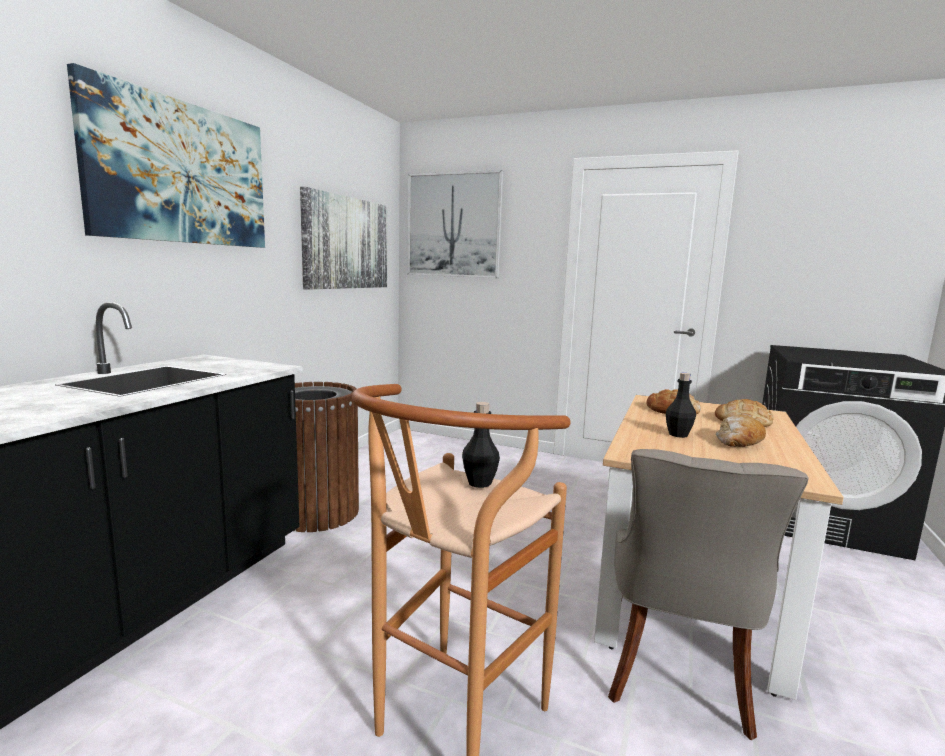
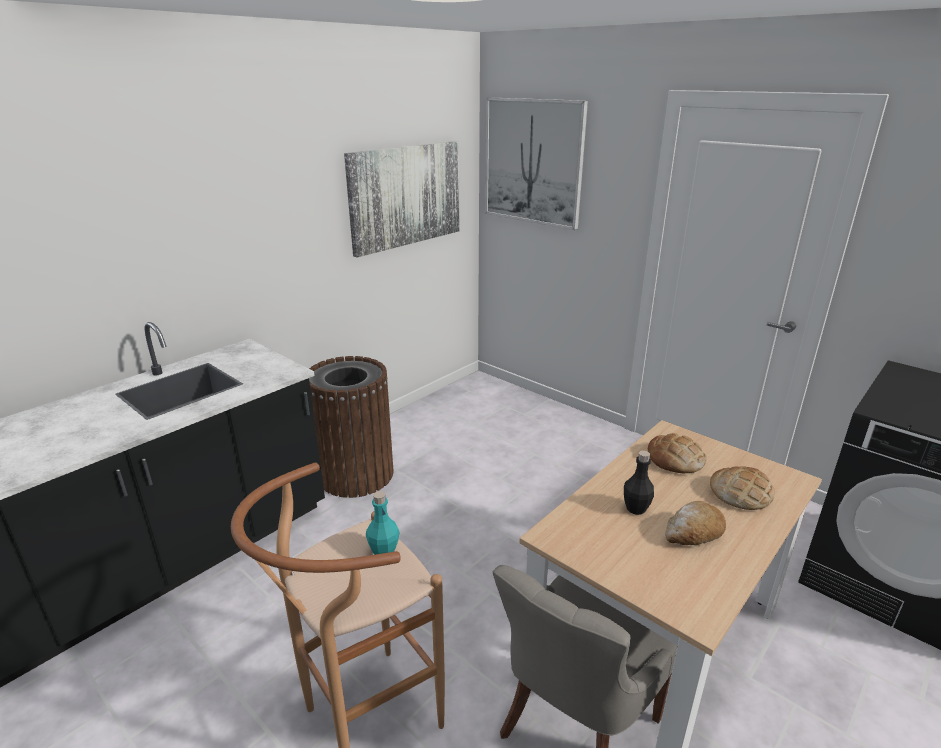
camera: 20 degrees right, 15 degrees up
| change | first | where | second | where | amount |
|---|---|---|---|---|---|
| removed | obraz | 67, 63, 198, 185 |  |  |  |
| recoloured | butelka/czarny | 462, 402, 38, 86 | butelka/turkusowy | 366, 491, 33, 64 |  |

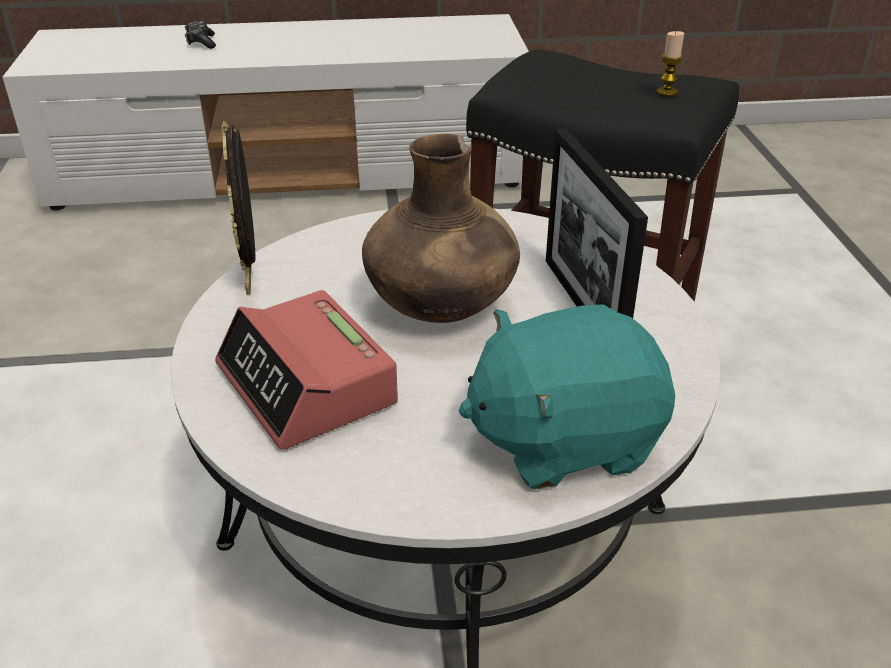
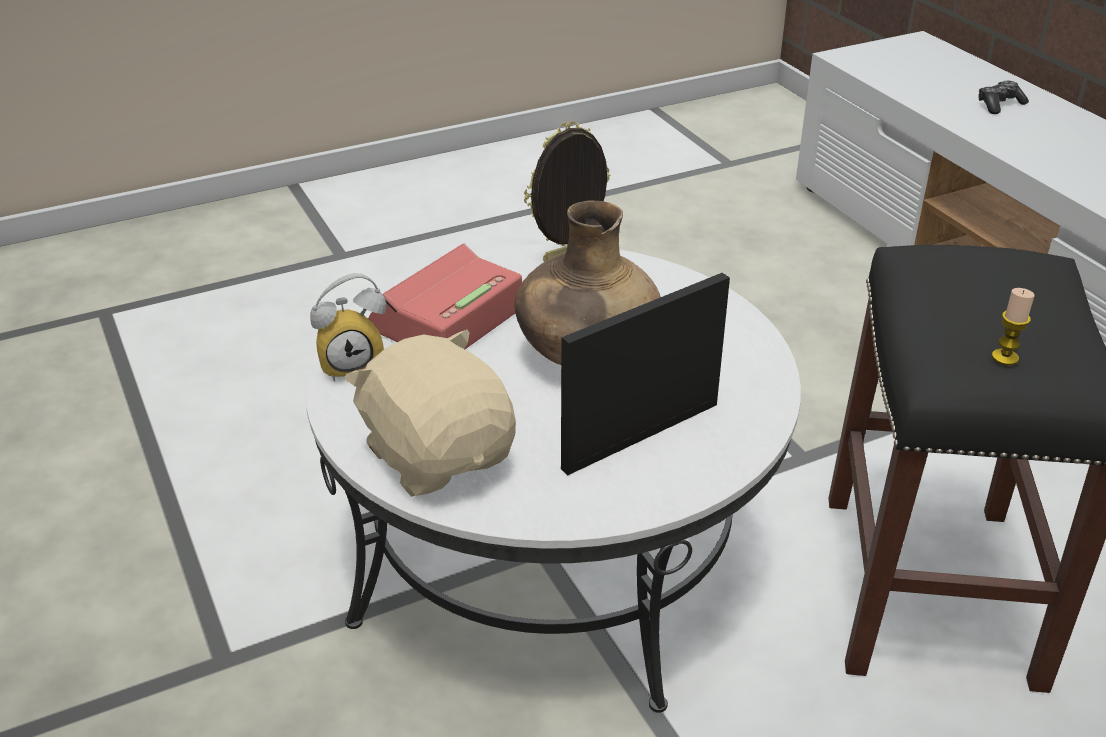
camera: 70 degrees right, 0 degrees up
| change | first | where | second | where | amount |
|---|---|---|---|---|---|
| recoloured | pluszak/turkusowy | 458, 304, 217, 186 | pluszak/beżowy | 344, 329, 172, 168 |  |
| added |  |  | budzik | 310, 273, 76, 108 |  |

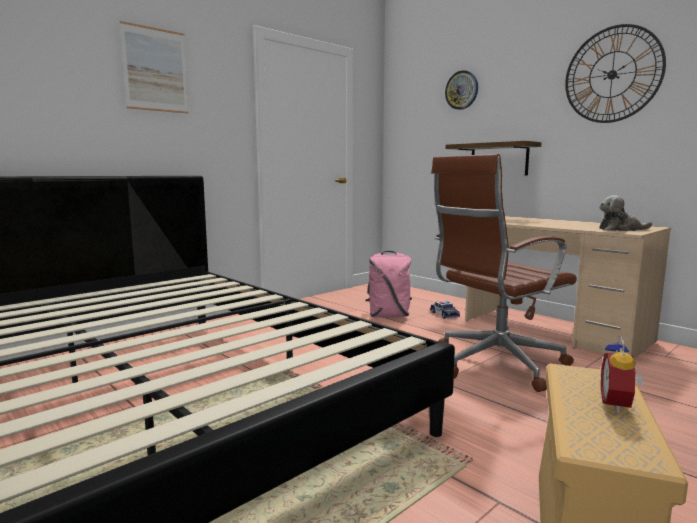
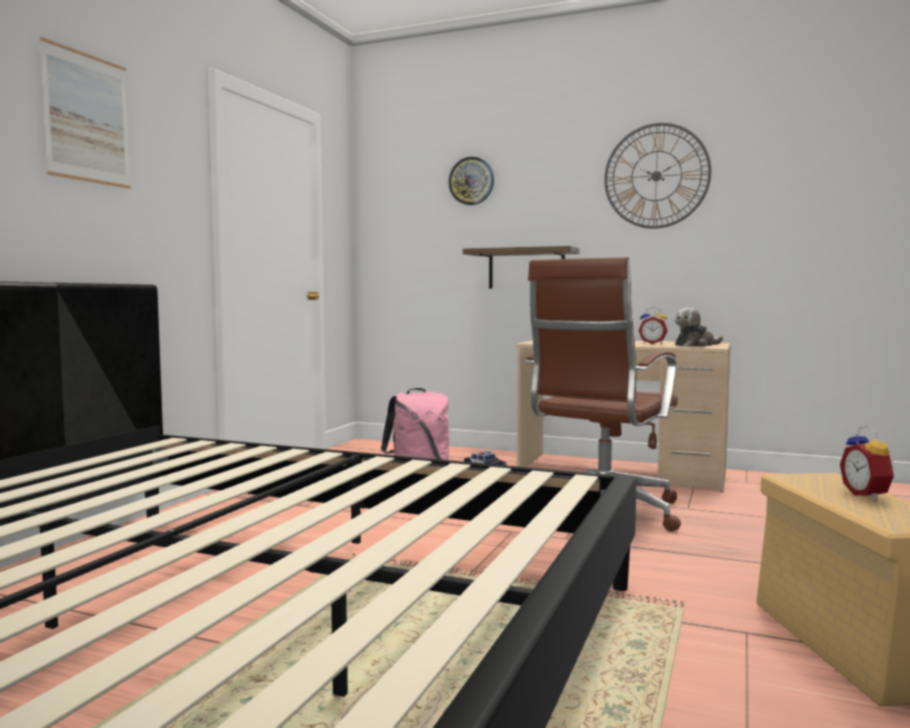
camera: 25 degrees left, 5 degrees down
| change | first | where | second | where | amount |
|---|---|---|---|---|---|
| added |  |  | budzik | 638, 307, 30, 37 |  |

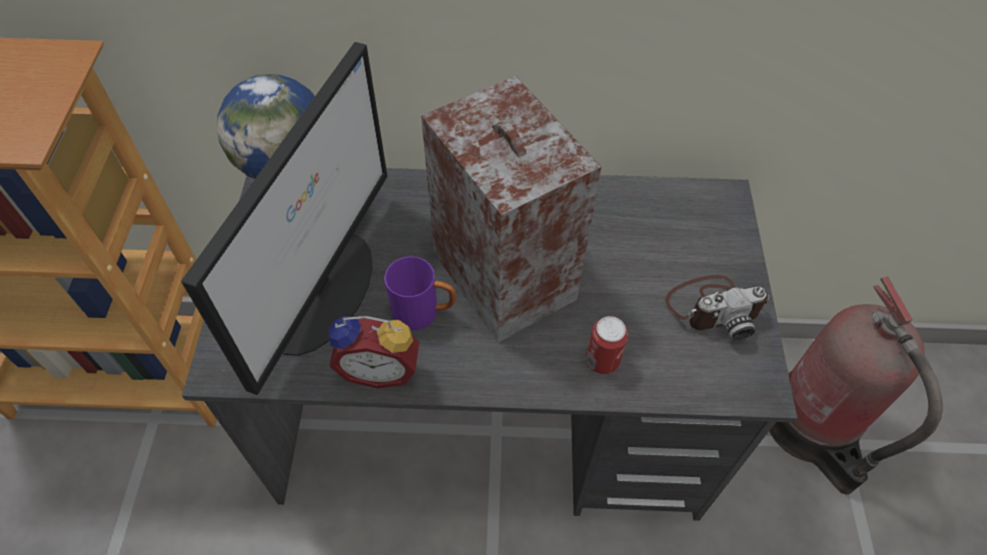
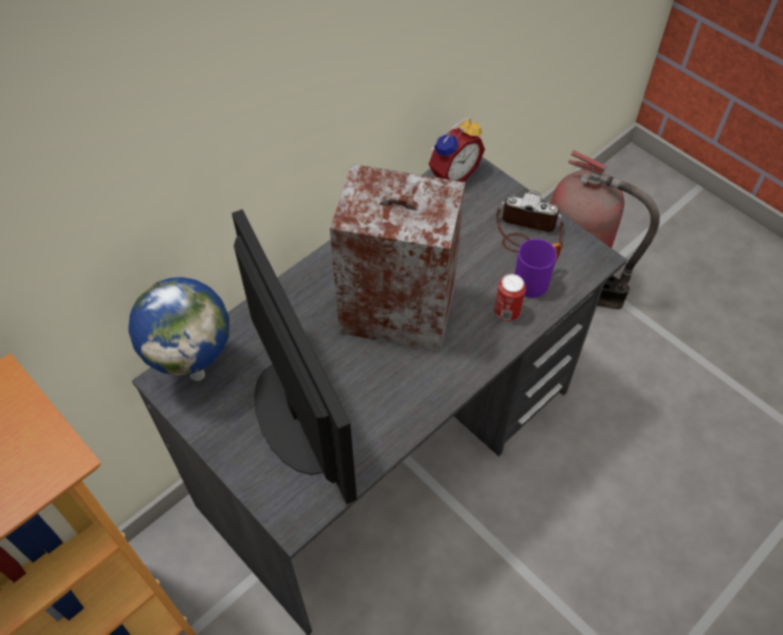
camera: 45 degrees left, 0 degrees up
| change | first | where | second | where | amount |
|---|---|---|---|---|---|
| moved | kubek/fioletowy | 385, 256, 71, 74 |  | 515, 239, 46, 59 |  |
| turned | aparat fotograficzny | 665, 275, 104, 66 |  | 496, 190, 68, 63 | 105 degrees counterclockwise |
| moved | budzik | 328, 316, 91, 72 |  | 428, 117, 57, 65 |  |

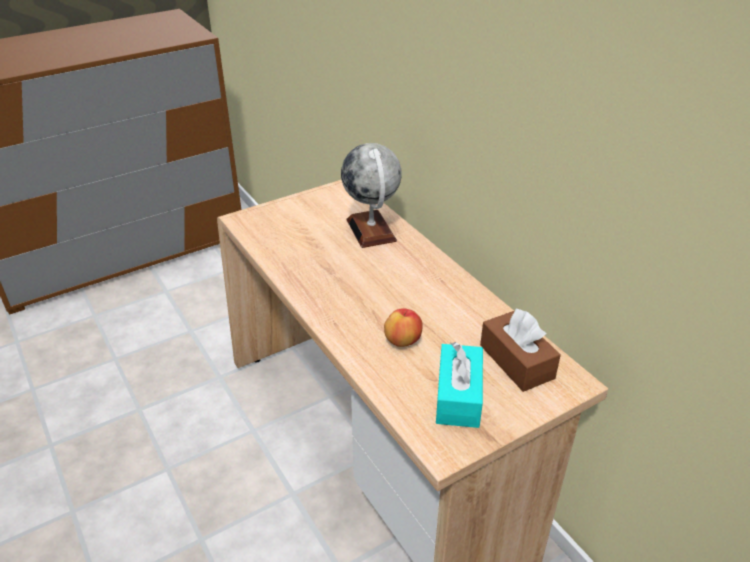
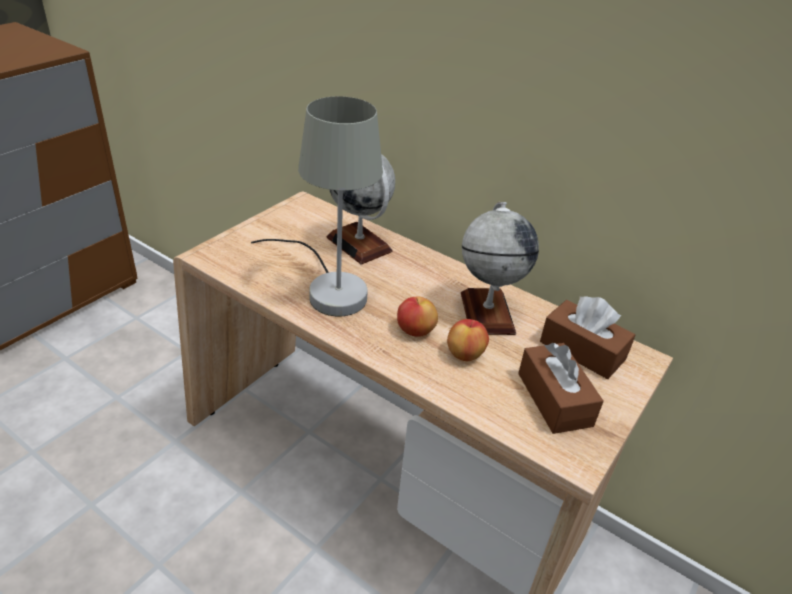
camera: 25 degrees left, 0 degrees up
| change | first | where | second | where | amount |
|---|---|---|---|---|---|
| recoloured | pudełko chusteczek/turkusowy | 436, 342, 47, 86 | pudełko chusteczek/brązowy | 518, 343, 86, 91 |  |
| added |  |  | lampa stołowa/szary | 251, 96, 132, 220 |  |
| added |  |  | globus | 461, 202, 78, 133 |  |
| added |  |  | jabłko | 397, 297, 41, 40 |  |

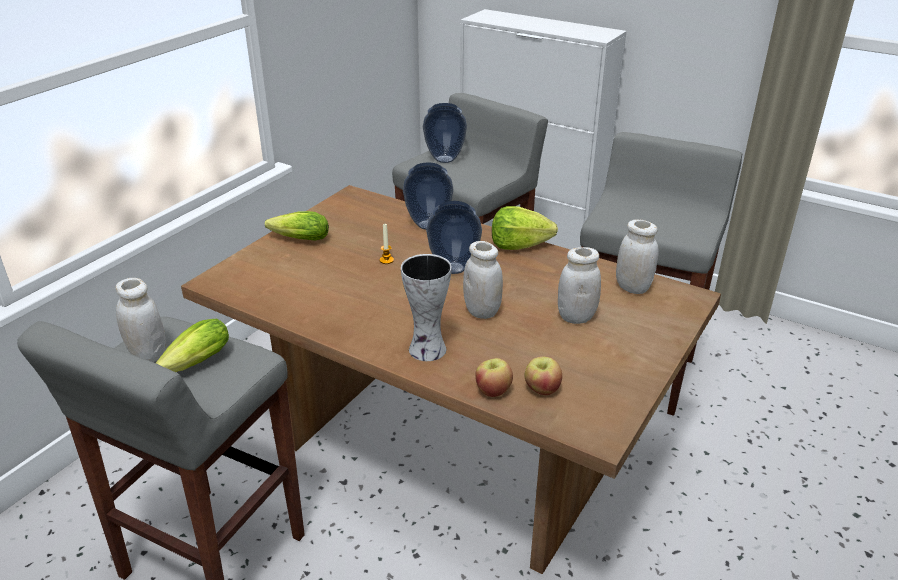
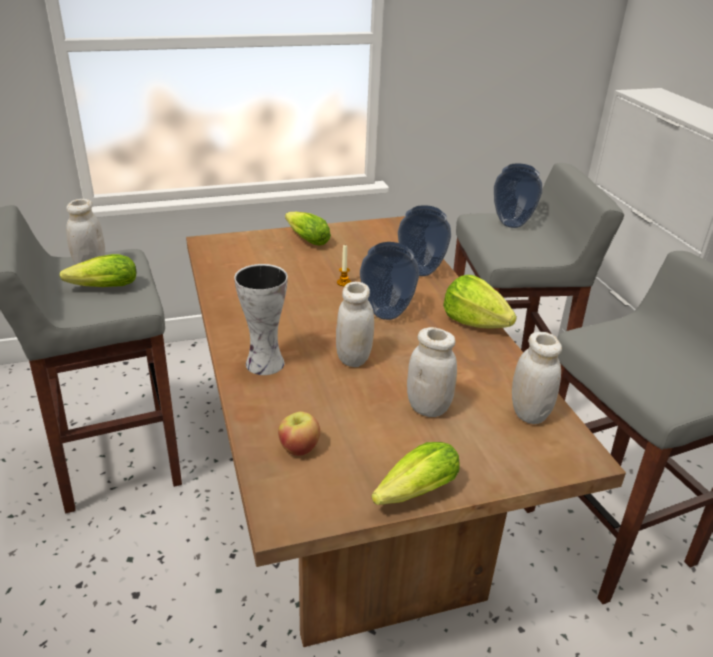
camera: 40 degrees right, 0 degrees up
| change | first | where | second | where | amount |
|---|---|---|---|---|---|
| removed | jabłko | 475, 358, 38, 39 |  |  |  |
| added |  |  | sałata | 371, 442, 89, 63 |  |

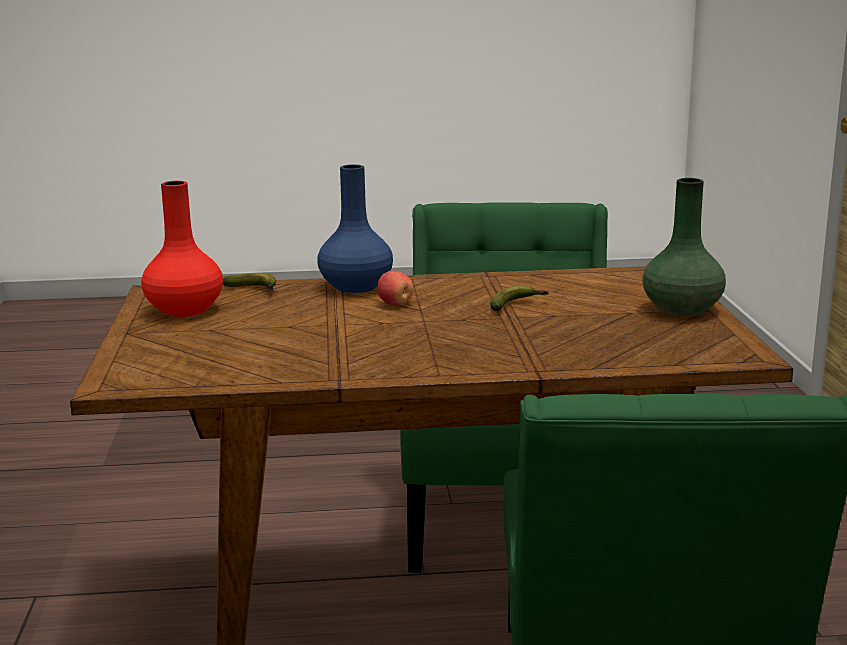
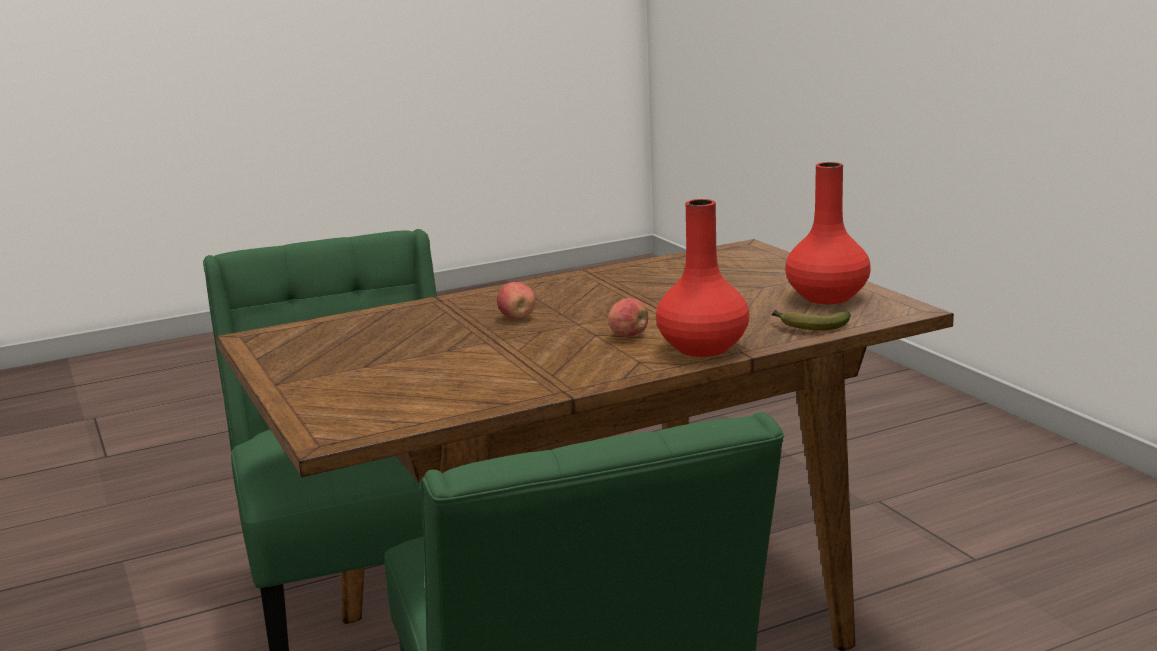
camera: 160 degrees right, 0 degrees up
| change | first | where | second | where | amount |
|---|---|---|---|---|---|
| recoloured | wazon/niebieski | 317, 164, 76, 129 | wazon/czerwony | 656, 199, 93, 158 |  |
| removed | wazon/zielony | 642, 178, 84, 138 |  |  |  |
| removed | banan | 490, 285, 59, 26 |  |  |  |
| added |  |  | jabłko | 497, 282, 38, 37 |  |

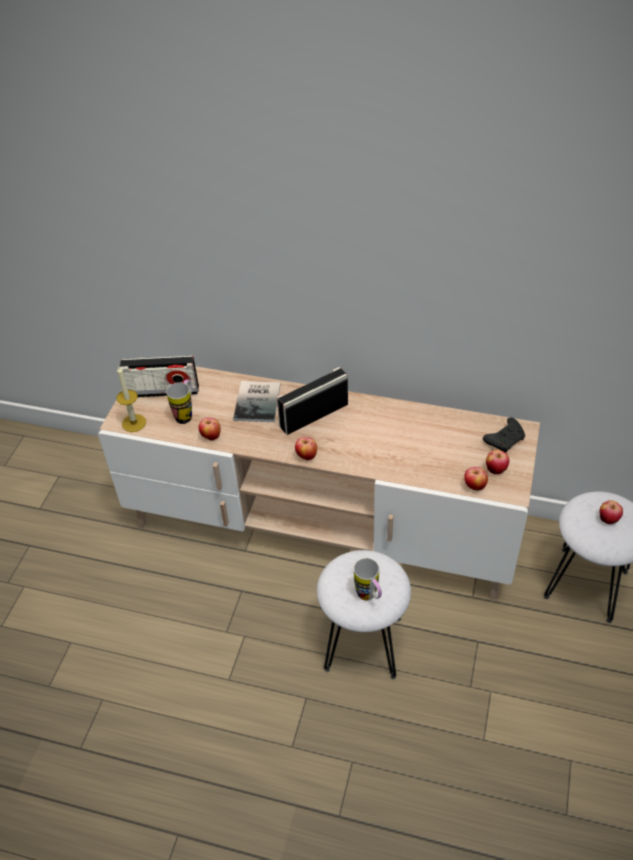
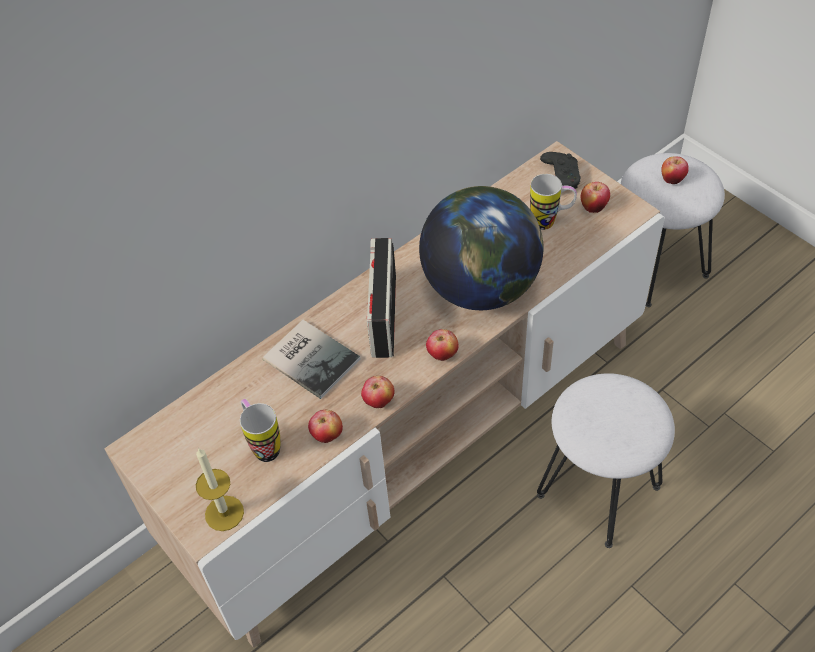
camera: 55 degrees left, 5 degrees up
| change | first | where | second | where | amount |
|---|---|---|---|---|---|
| removed | radio | 120, 356, 79, 41 |  |  |  |
| moved | jabłko | 464, 467, 24, 24 |  | 361, 376, 34, 32 |  |
| moved | kubek | 354, 558, 28, 43 |  | 530, 174, 47, 56 |  |
| added |  |  | globus | 419, 186, 124, 124 |  |

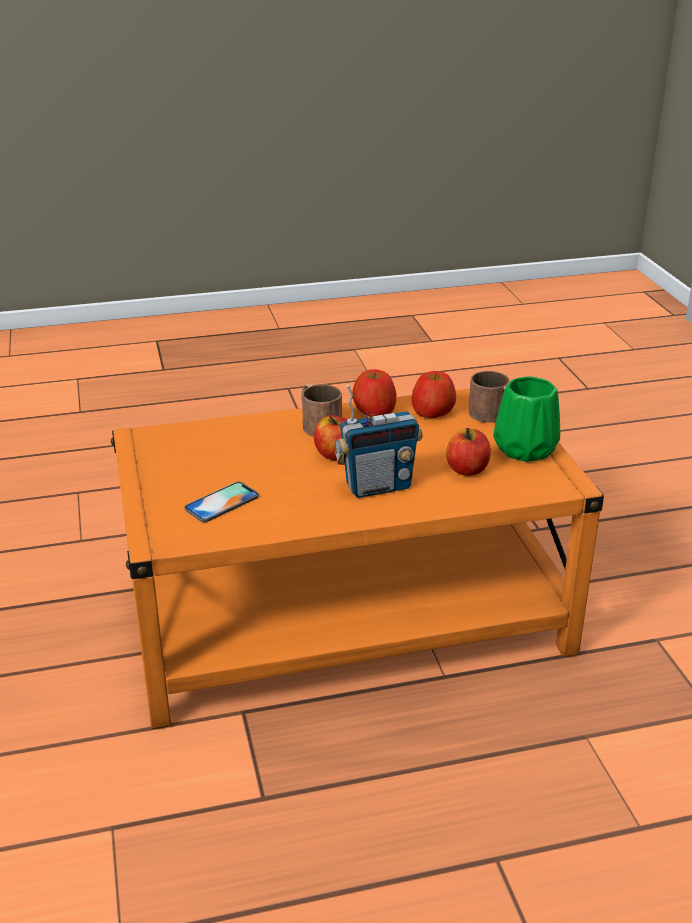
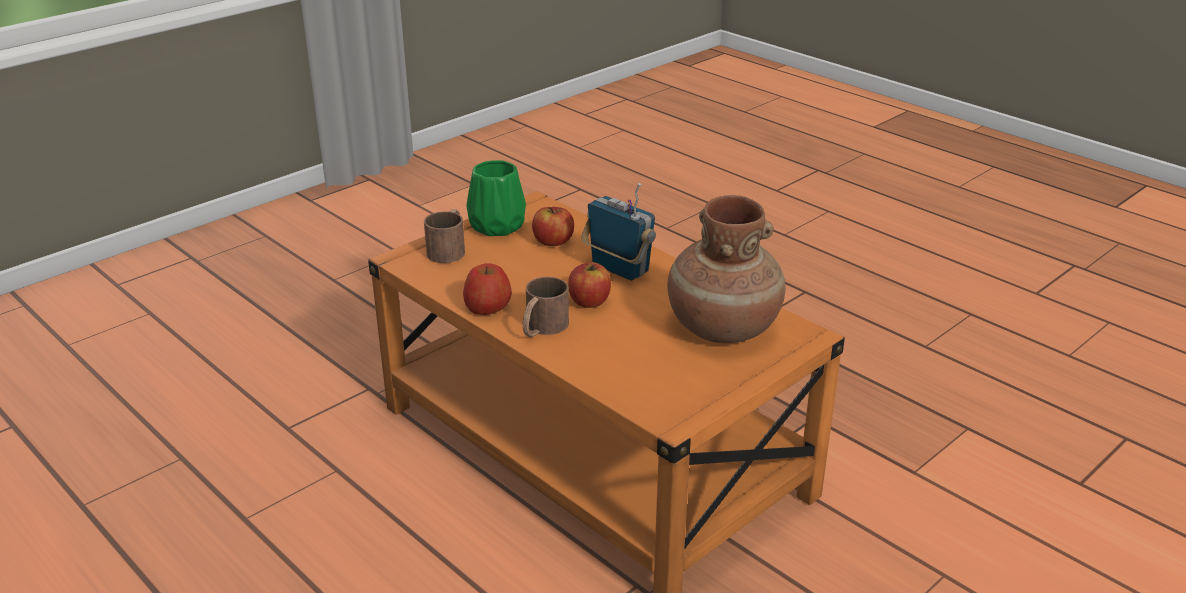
camera: 120 degrees left, 0 degrees up
| change | first | where | second | where | amount |
|---|---|---|---|---|---|
| removed | jabłko | 411, 371, 45, 47 |  |  |  |
| replaced | telefon | 185, 482, 74, 40 | wazon/brązowy | 667, 195, 118, 148 |  |

